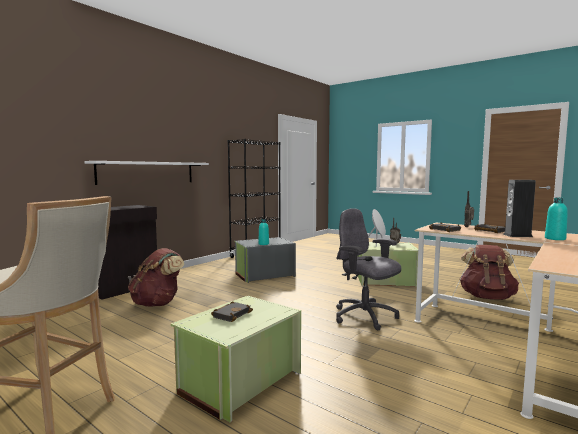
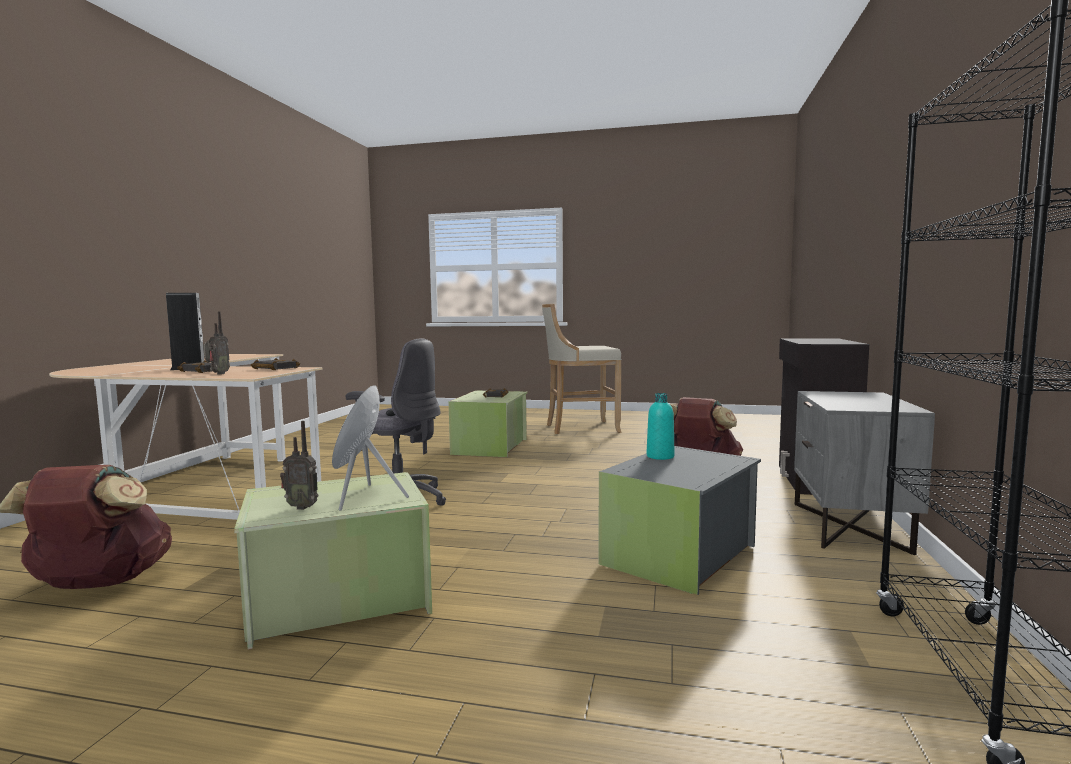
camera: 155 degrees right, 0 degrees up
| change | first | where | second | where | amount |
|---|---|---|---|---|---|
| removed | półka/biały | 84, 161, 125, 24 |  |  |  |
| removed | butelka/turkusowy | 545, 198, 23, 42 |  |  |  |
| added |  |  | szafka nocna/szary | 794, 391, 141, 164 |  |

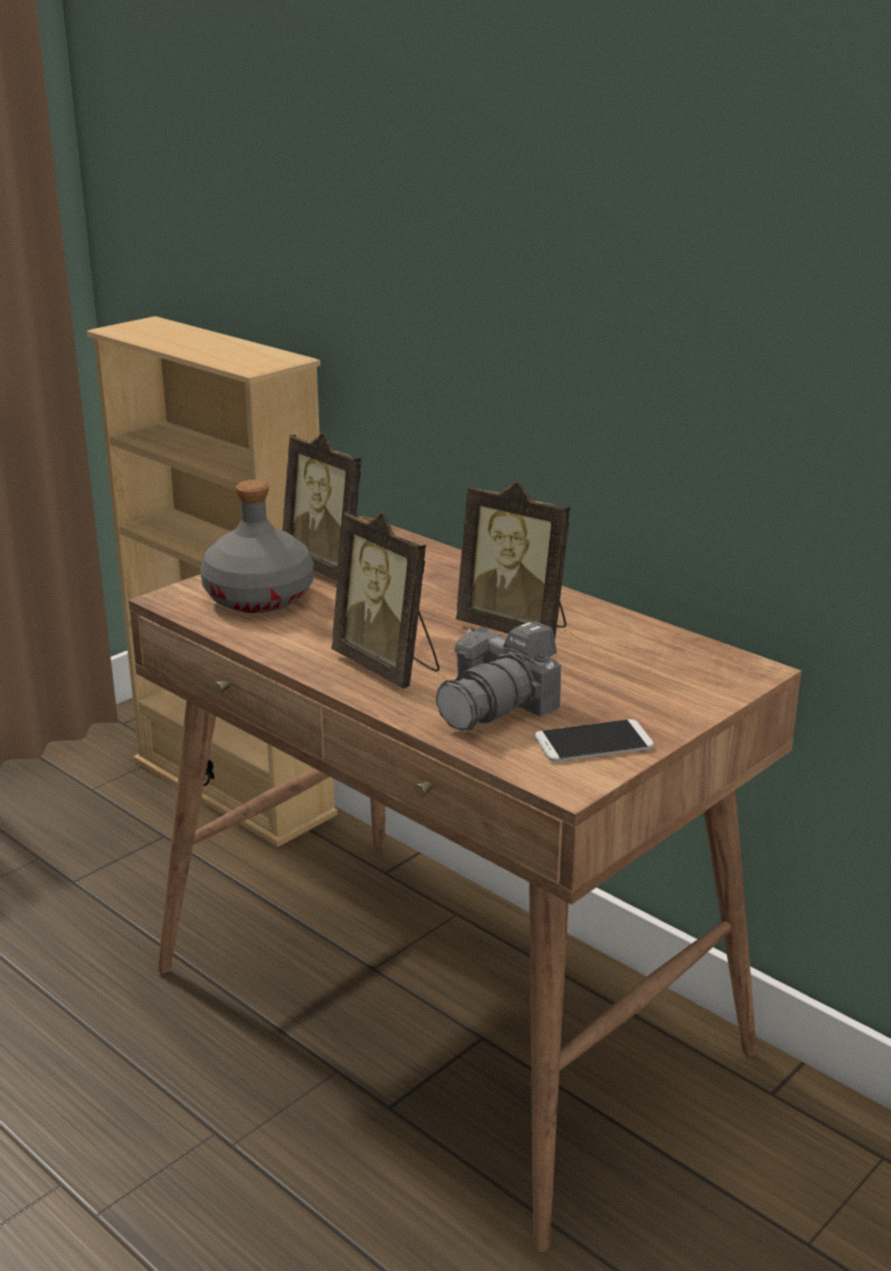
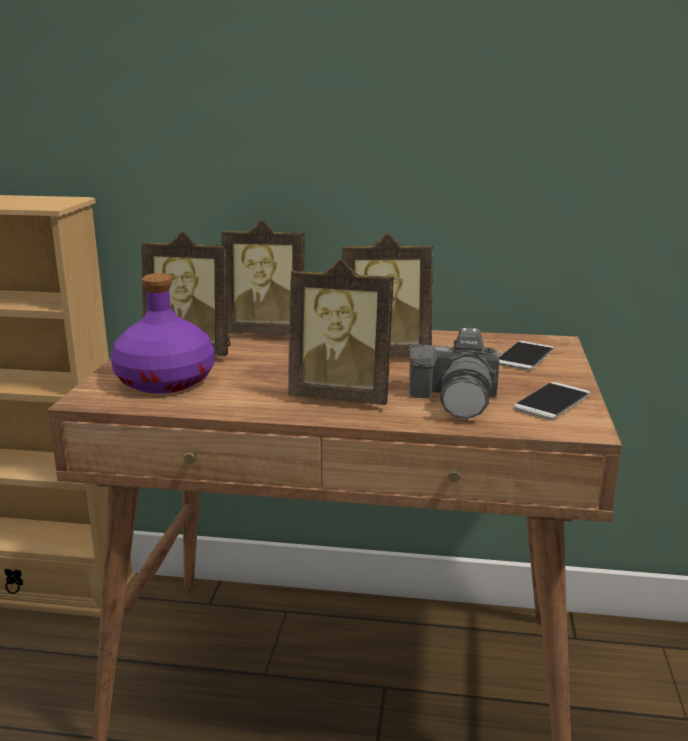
camera: 35 degrees left, 5 degrees down
| change | first | where | second | where | amount |
|---|---|---|---|---|---|
| recoloured | butelka/szary | 200, 480, 114, 133 | butelka/fioletowy | 111, 273, 103, 121 |  |
| added |  |  | ramka na zdjęcie | 222, 220, 83, 115 |  |
| added |  |  | telefon | 499, 341, 55, 29 |  |

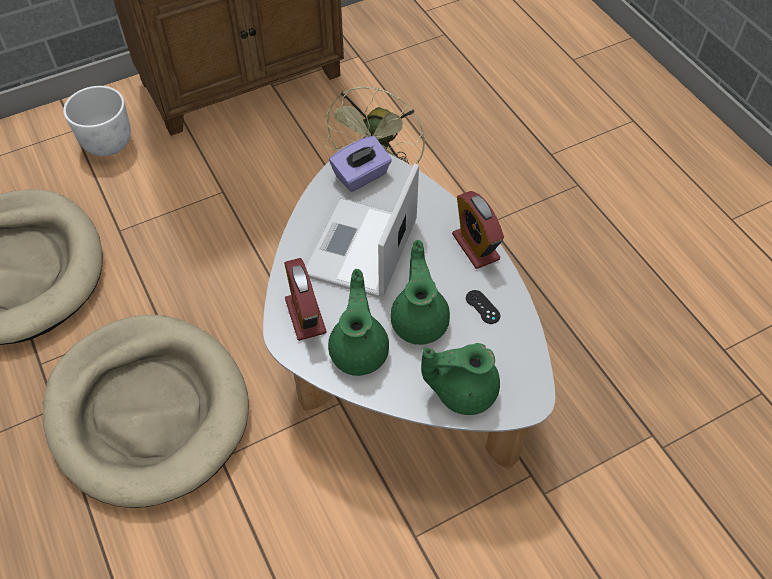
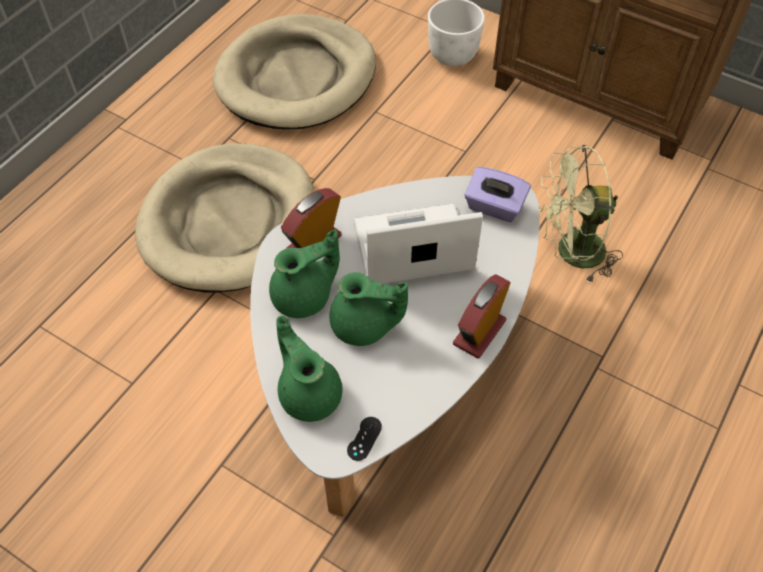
camera: 60 degrees right, 0 degrees up
| change | first | where | second | where | amount |
|---|---|---|---|---|---|
| turned | imbryk/zielony | 390, 240, 60, 105 |  | 329, 272, 79, 74 | 45 degrees clockwise |
| moved | pad do gier/czarny | 466, 290, 34, 34 |  | 347, 417, 35, 44 |  |

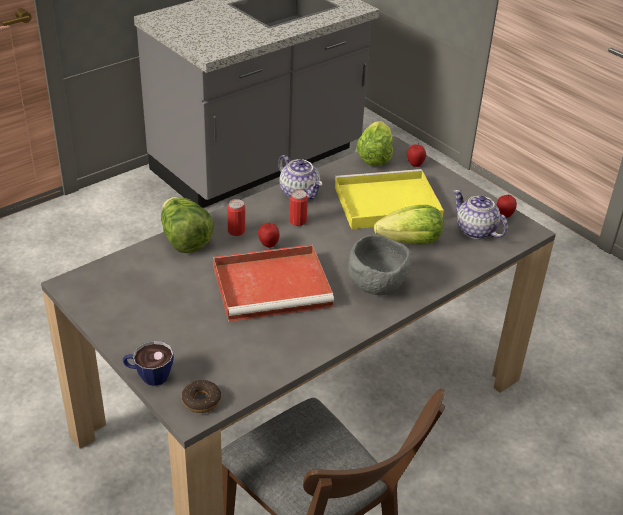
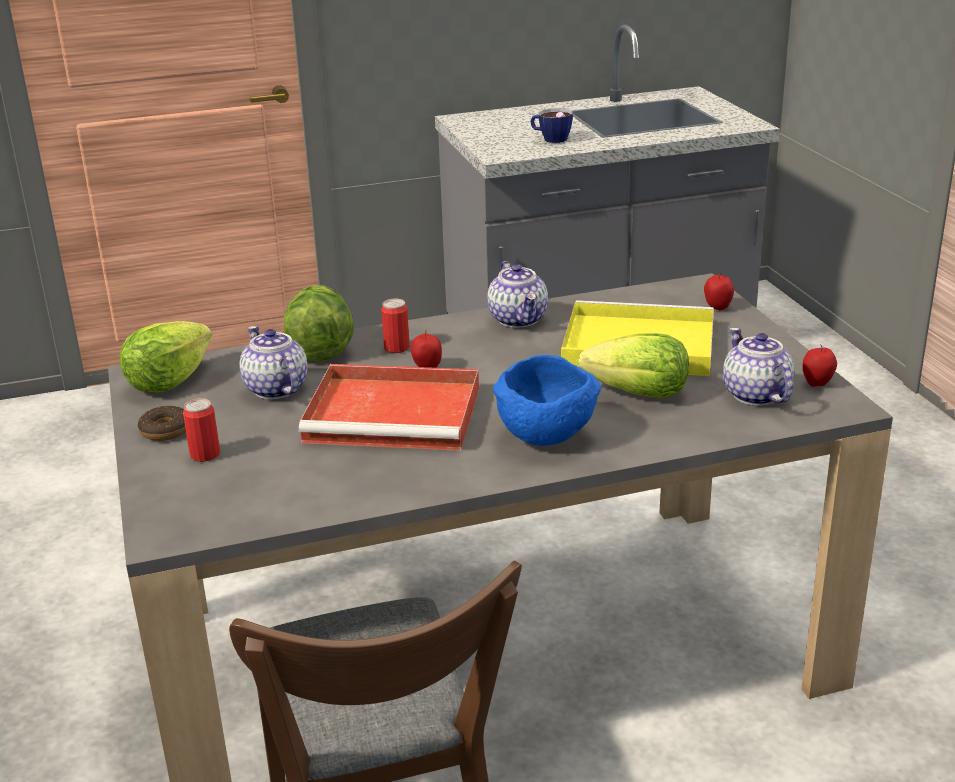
camera: 25 degrees right, 10 degrees down
| change | first | where | second | where | amount |
|---|---|---|---|---|---|
| moved | sałata | 356, 121, 37, 45 |  | 120, 321, 92, 71 |  |
| moved | puszka | 290, 190, 18, 36 |  | 183, 398, 37, 64 |  |
| recoloured | miska/szary | 348, 234, 64, 61 | miska/niebieski | 493, 355, 108, 91 |  |
| moved | filiżanka | 122, 341, 52, 45 |  | 530, 108, 43, 35 |  |
| moved | donut | 182, 380, 39, 33 |  | 138, 406, 48, 35 |  |
| added |  |  | imbryk | 239, 326, 69, 73 |  |

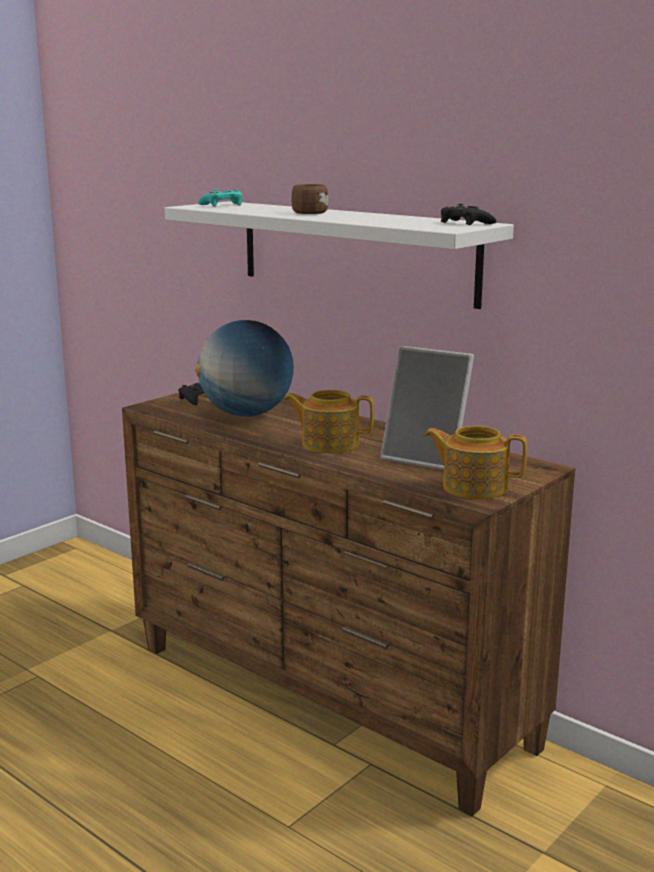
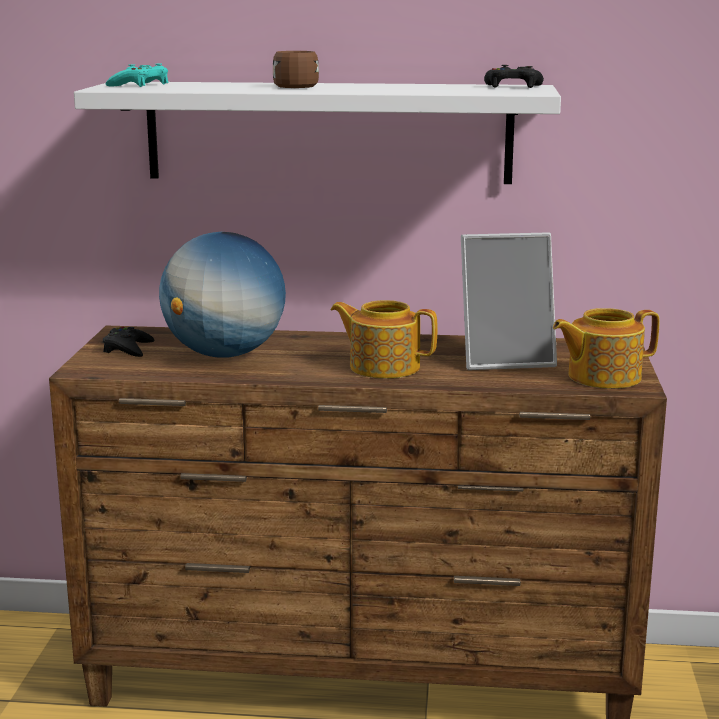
camera: 35 degrees left, 0 degrees up
| change | first | where | second | where | amount |
|---|---|---|---|---|---|
| turned | imbryk | 284, 390, 90, 64 |  | 331, 300, 107, 79 | 45 degrees clockwise |

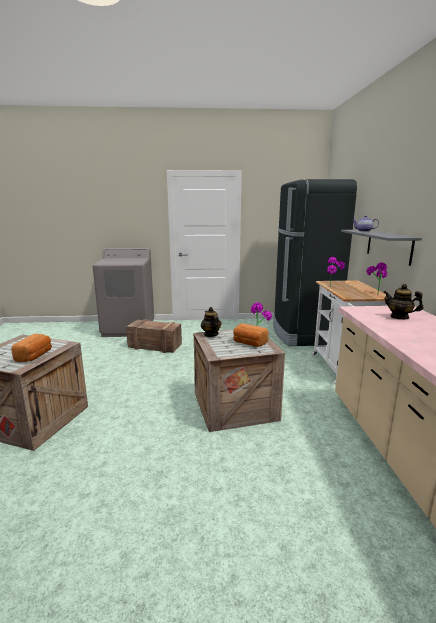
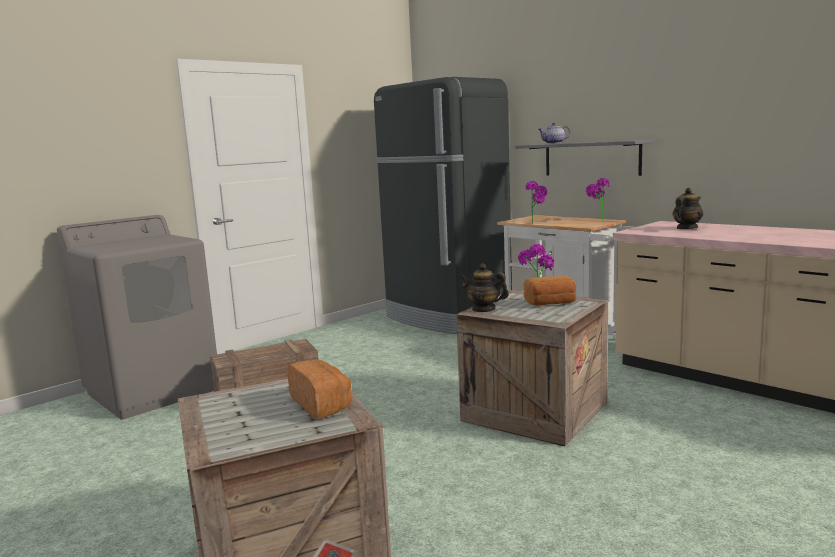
camera: 40 degrees left, 5 degrees down
| change | first | where | second | where | amount |
|---|---|---|---|---|---|
| turned | imbryk | 383, 284, 40, 36 |  | 673, 188, 30, 41 | 150 degrees clockwise |

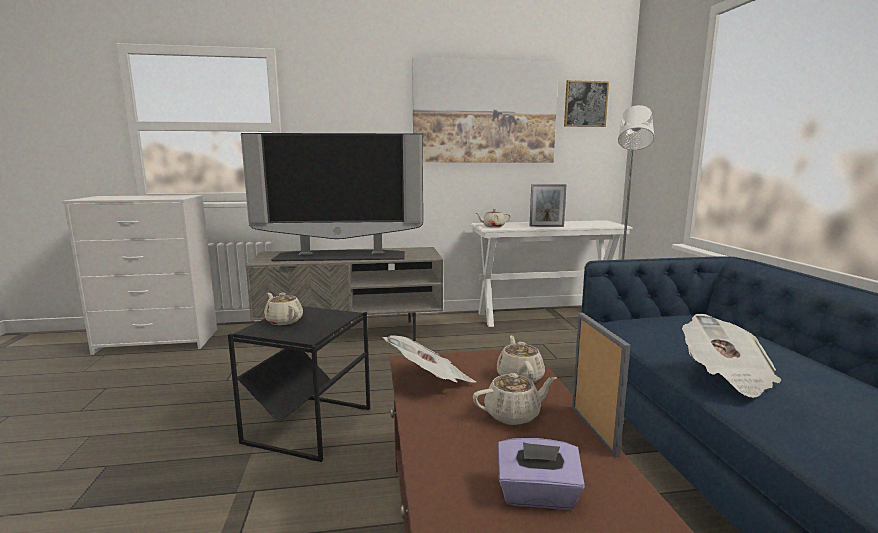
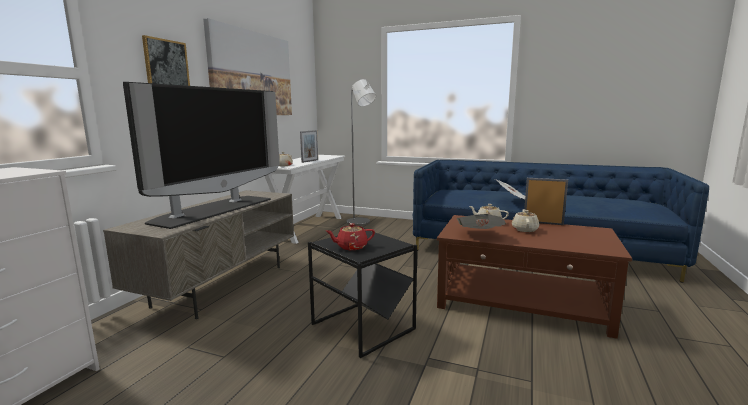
camera: 60 degrees left, 0 degrees up
| change | first | where | second | where | amount |
|---|---|---|---|---|---|
| moved | obraz | 564, 80, 45, 47 |  | 142, 35, 48, 51 |  |
| recoloured | imbryk/beżowy | 264, 293, 39, 32 | imbryk/czerwony | 326, 223, 49, 27 |  |
| removed | pudełko chusteczek/fioletowy | 498, 438, 87, 72 |  |  |  |

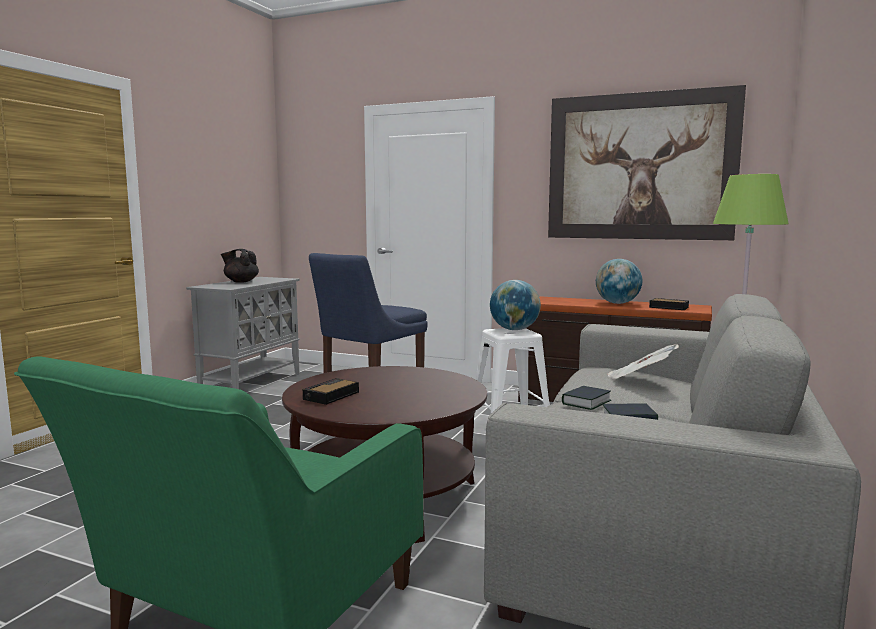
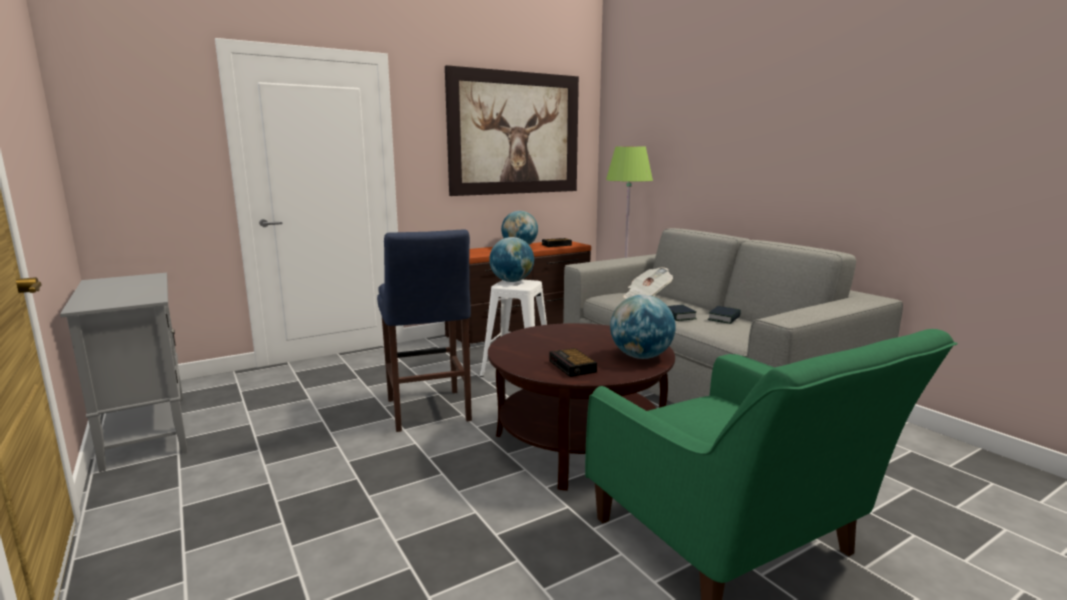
camera: 55 degrees left, 5 degrees up
| change | first | where | second | where | amount |
|---|---|---|---|---|---|
| removed | imbryk/czarny | 221, 249, 38, 34 |  |  |  |
| added |  |  | globus | 610, 295, 66, 64 |  |

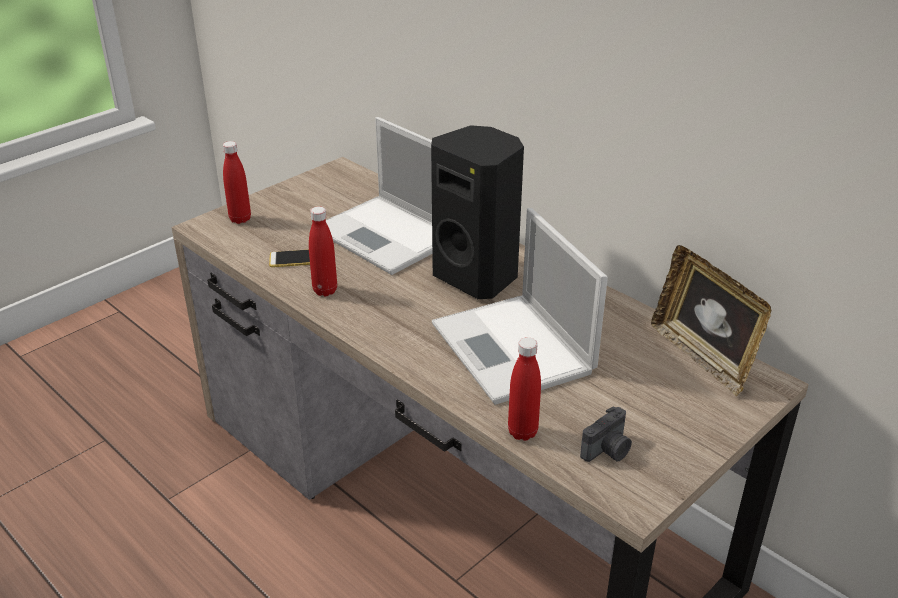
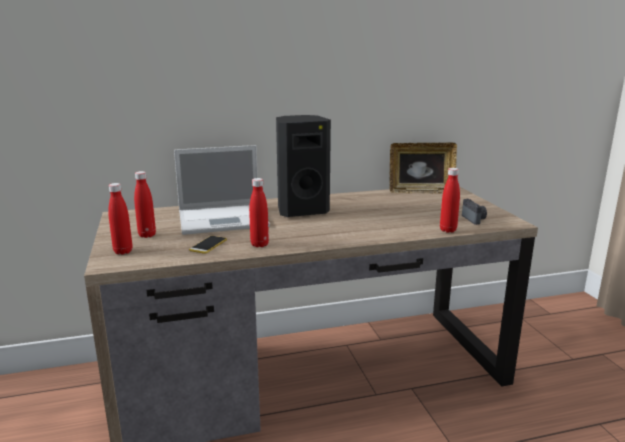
camera: 60 degrees left, 15 degrees down
| change | first | where | second | where | amount |
|---|---|---|---|---|---|
| removed | laptop | 432, 208, 176, 197 |  |  |  |
| added |  |  | butelka/czerwony | 134, 171, 22, 67 |  |

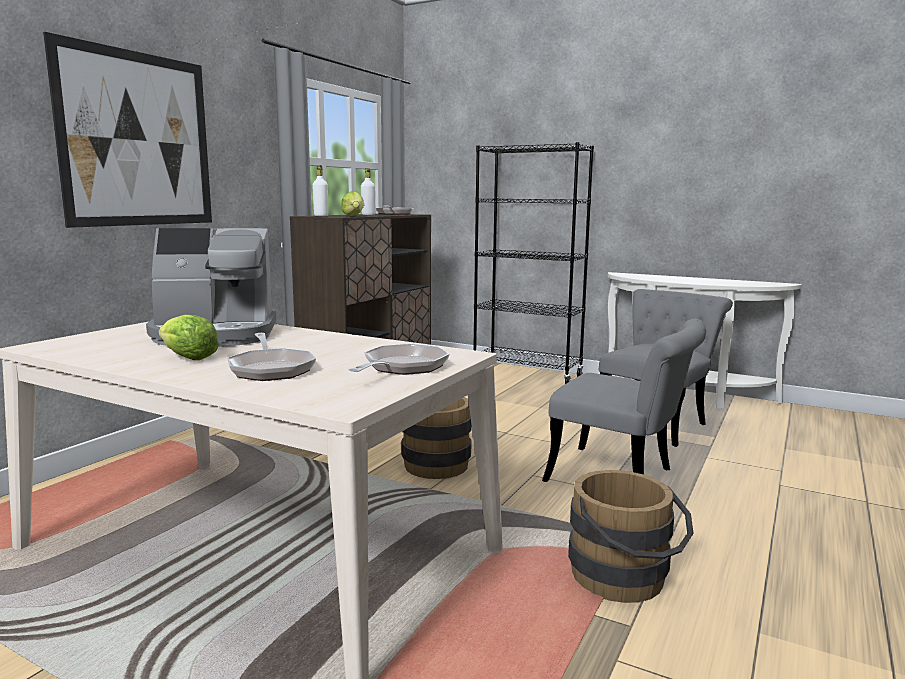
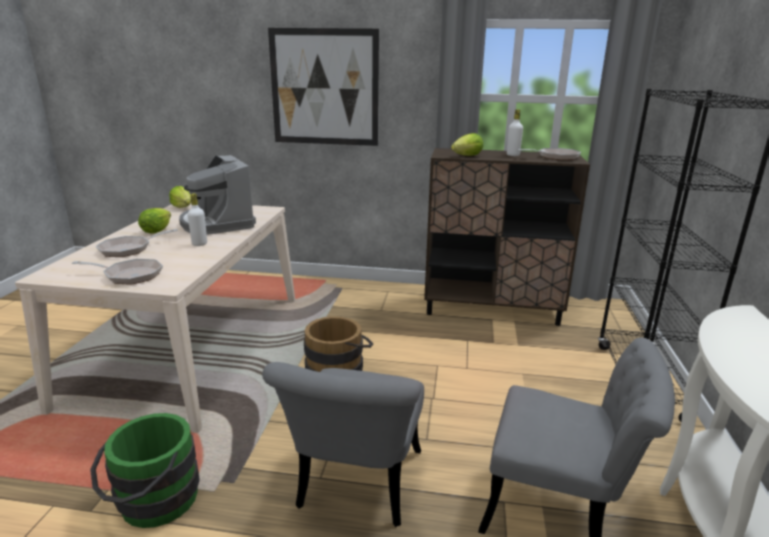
camera: 70 degrees right, 10 degrees up
| change | first | where | second | where | amount |
|---|---|---|---|---|---|
| moved | butelka/biały | 312, 165, 16, 51 |  | 187, 193, 20, 53 |  |
| recoloured | wiadro/brązowy | 568, 470, 126, 133 | wiadro/zielony | 90, 413, 110, 115 |  |
| added |  |  | sałata | 169, 186, 22, 22 |  |

